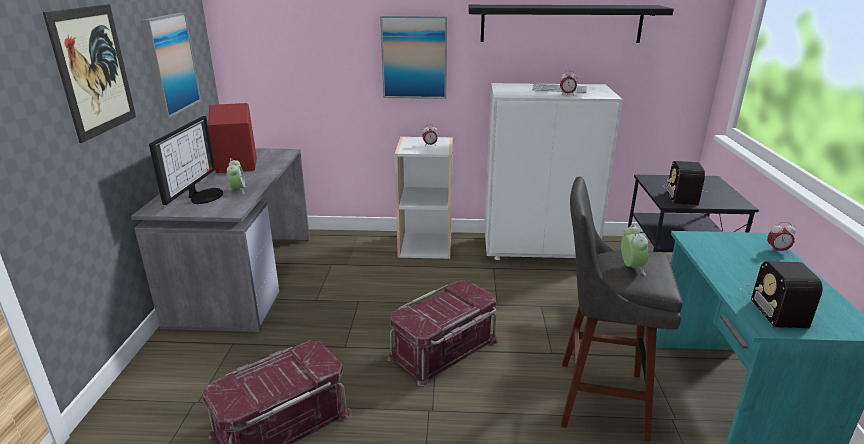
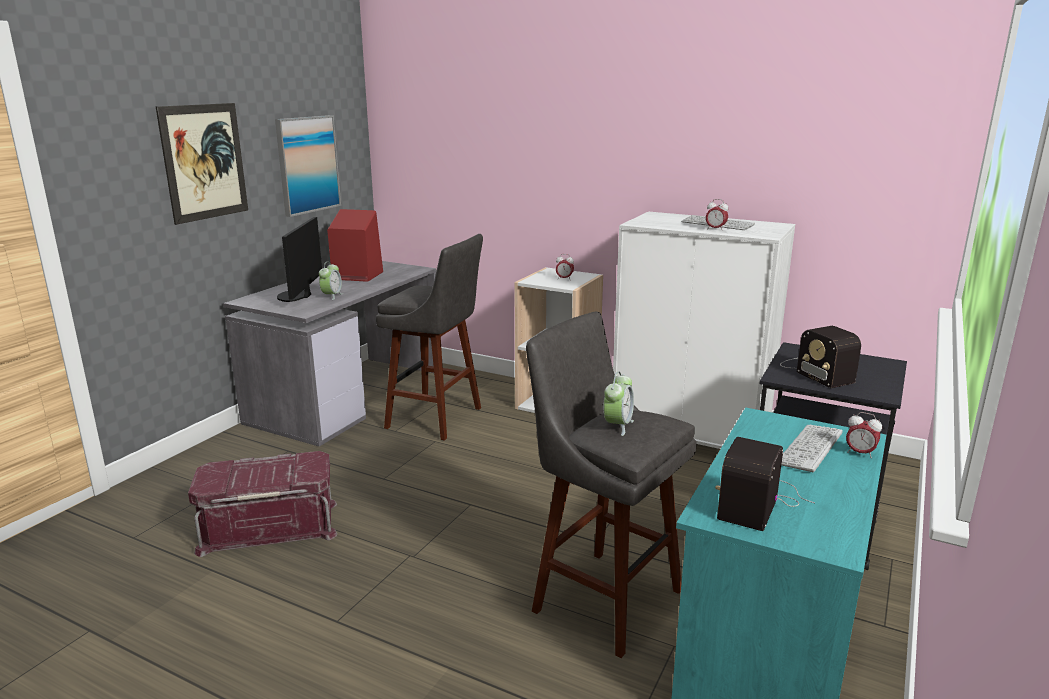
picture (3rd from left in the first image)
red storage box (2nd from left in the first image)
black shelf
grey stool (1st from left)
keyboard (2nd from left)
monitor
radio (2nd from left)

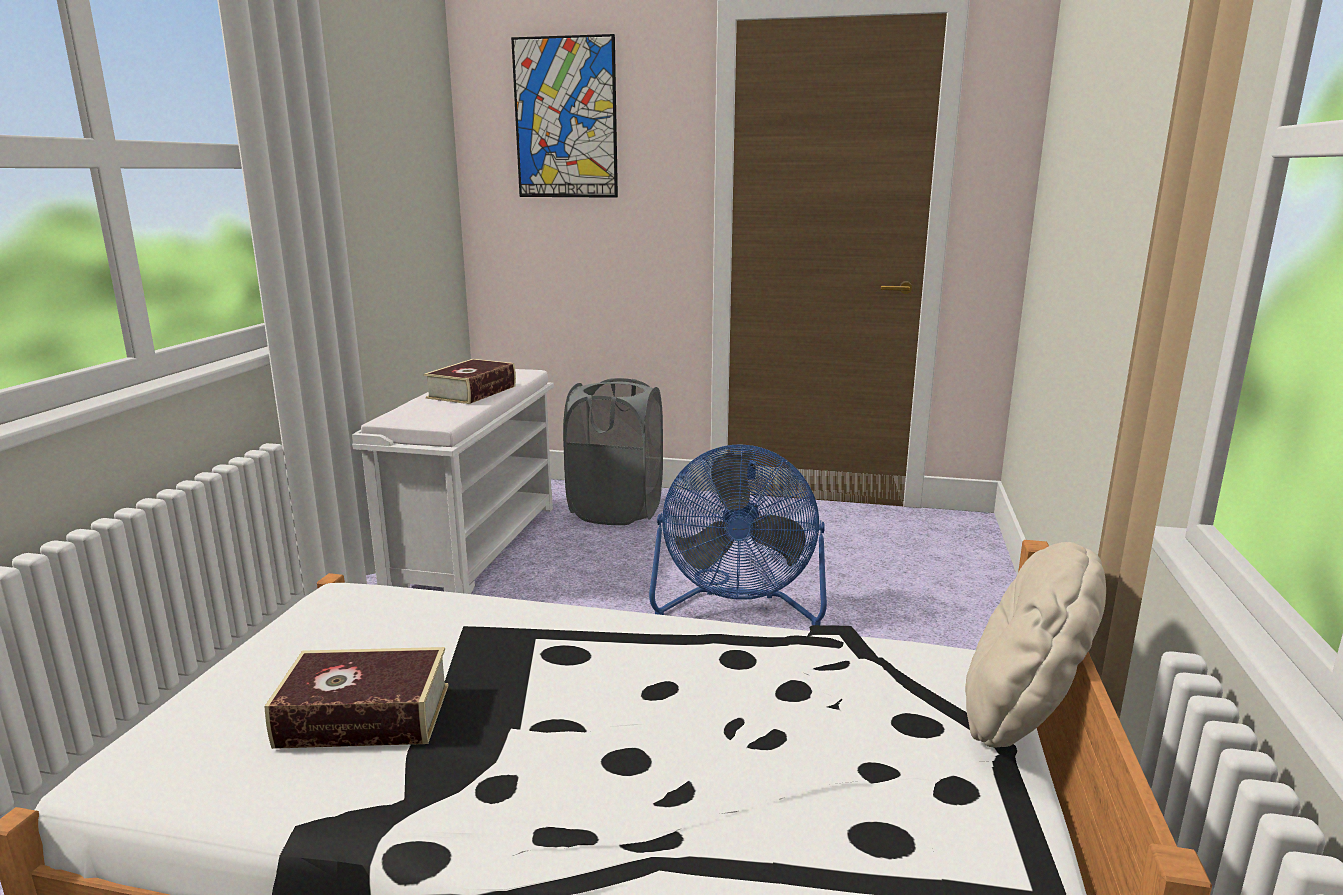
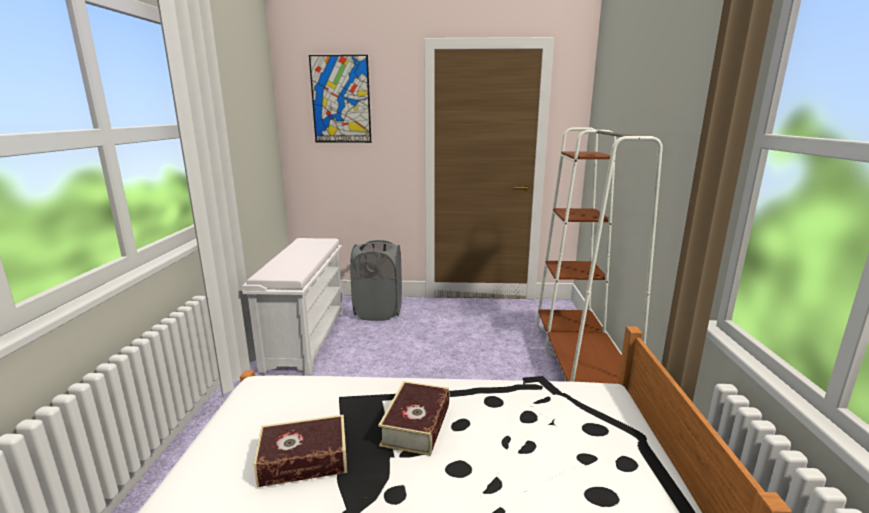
blue fan
beige pillow
brown clothes rack
book (2nd from left)

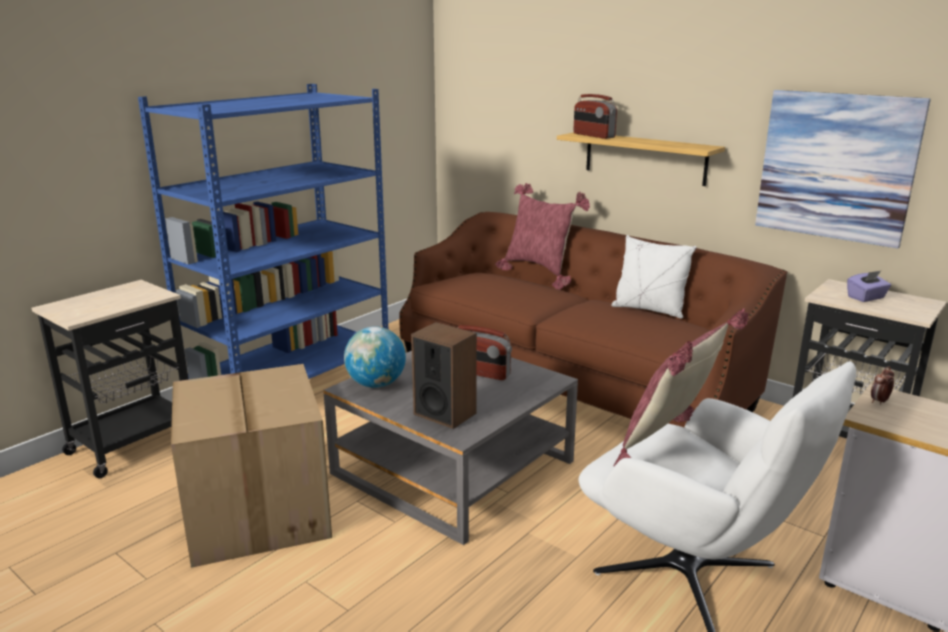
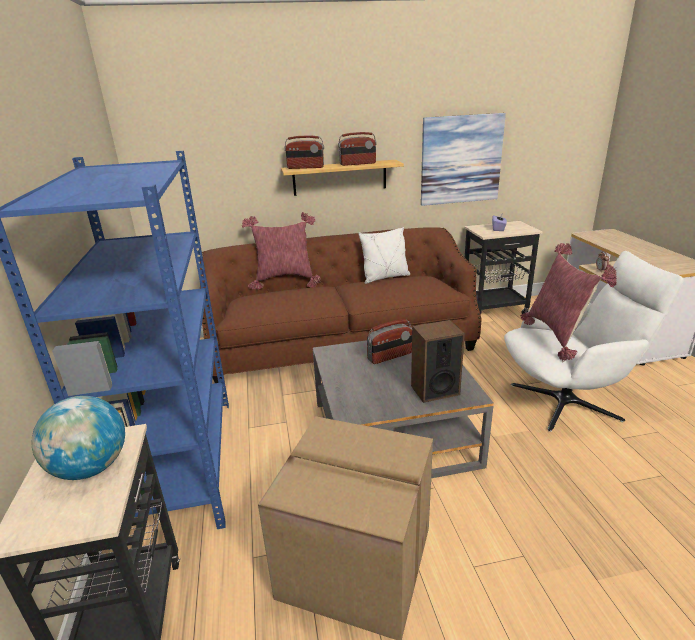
radio (2nd from left)
globe

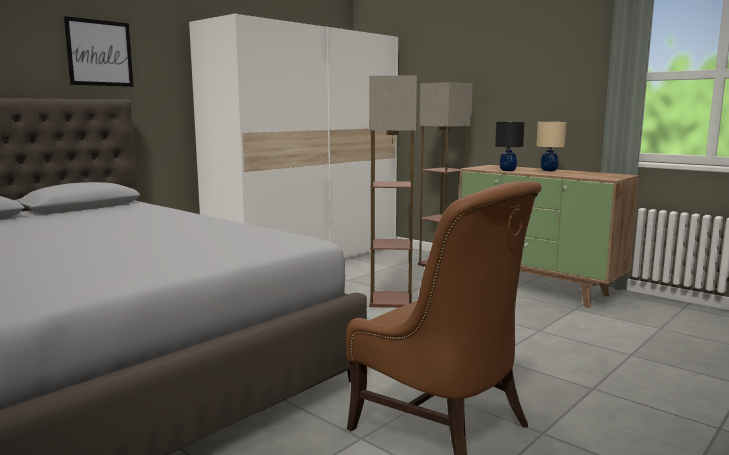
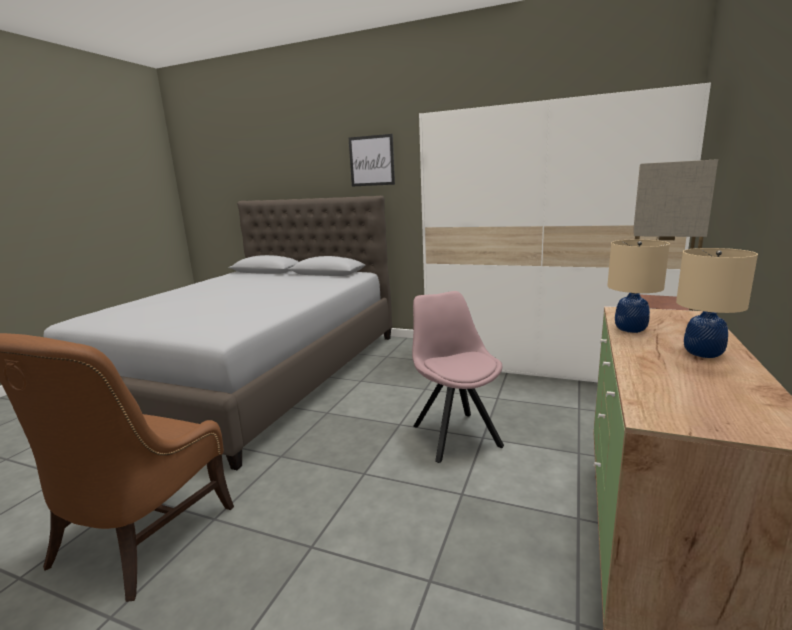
pink chair
beige table lamp (1st from left)

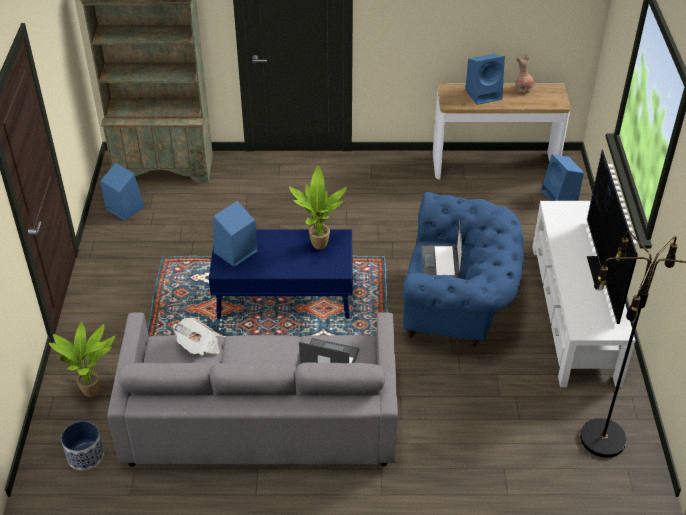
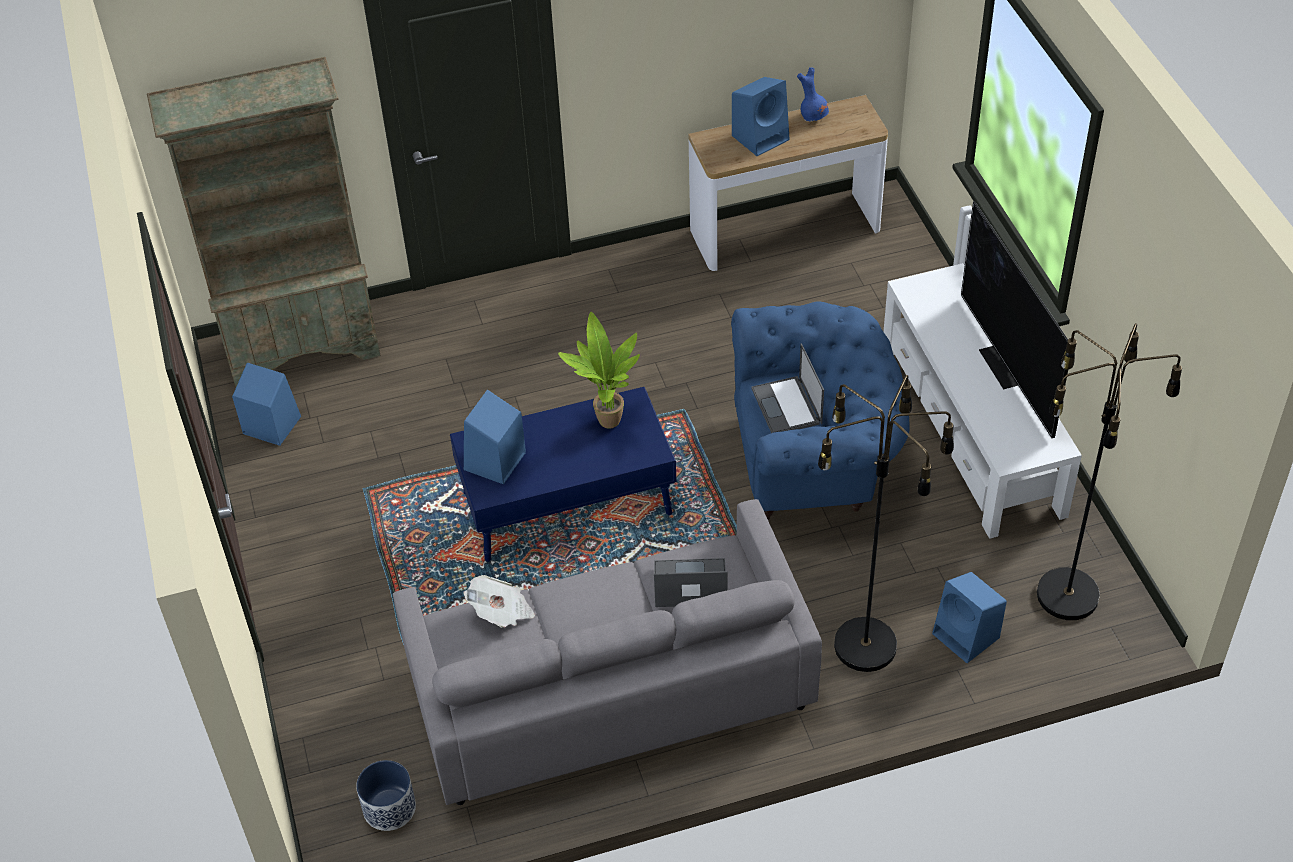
potted plant (1st from left in the first image)
floor lamp (1st from left)
blue speaker (4th from left)
blue vase

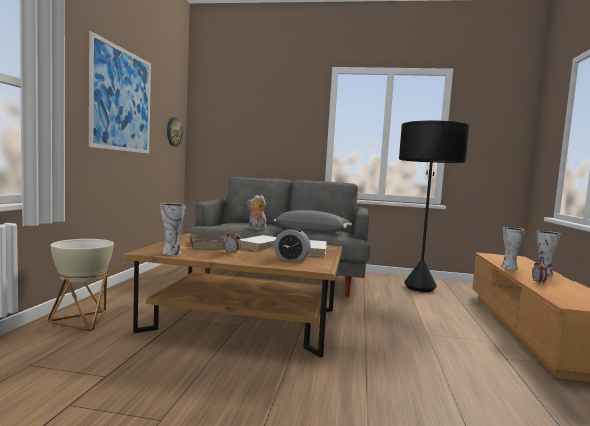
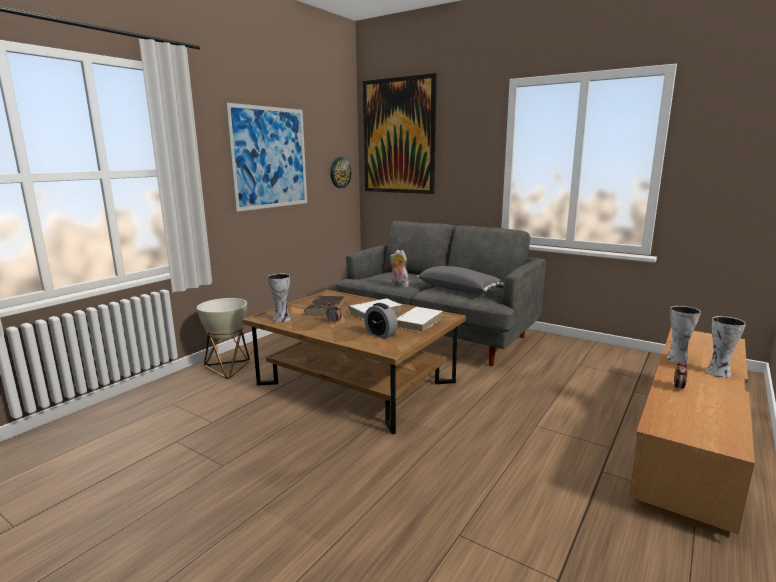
black floor lamp
picture (2nd from left)

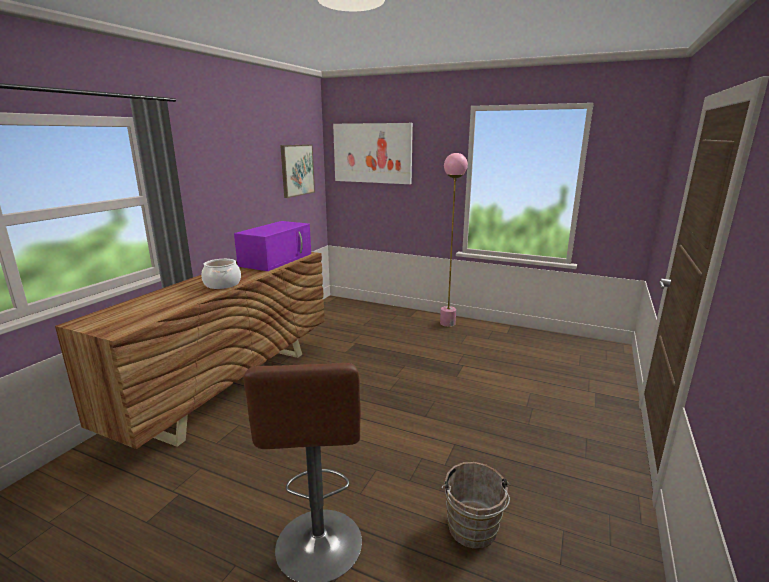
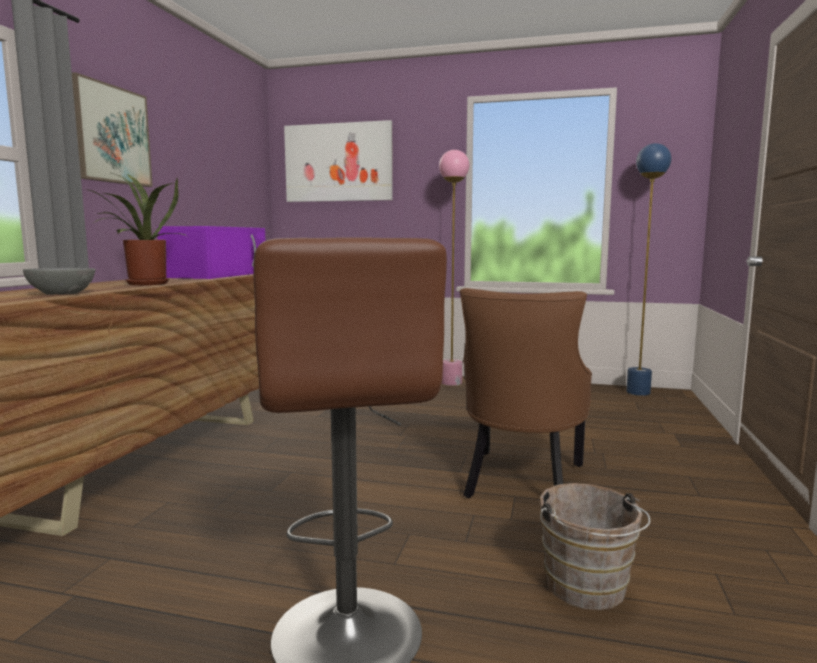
grey bowl
brown chair
blue floor lamp
picture (1st from left)
potted plant

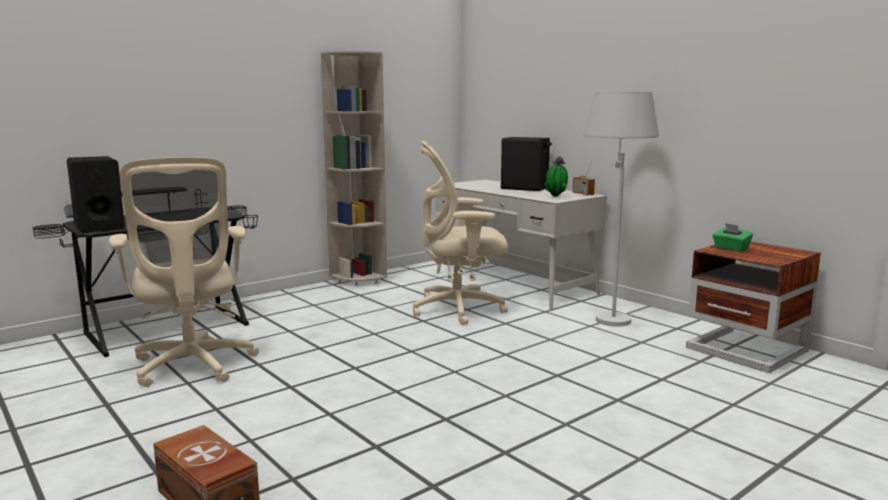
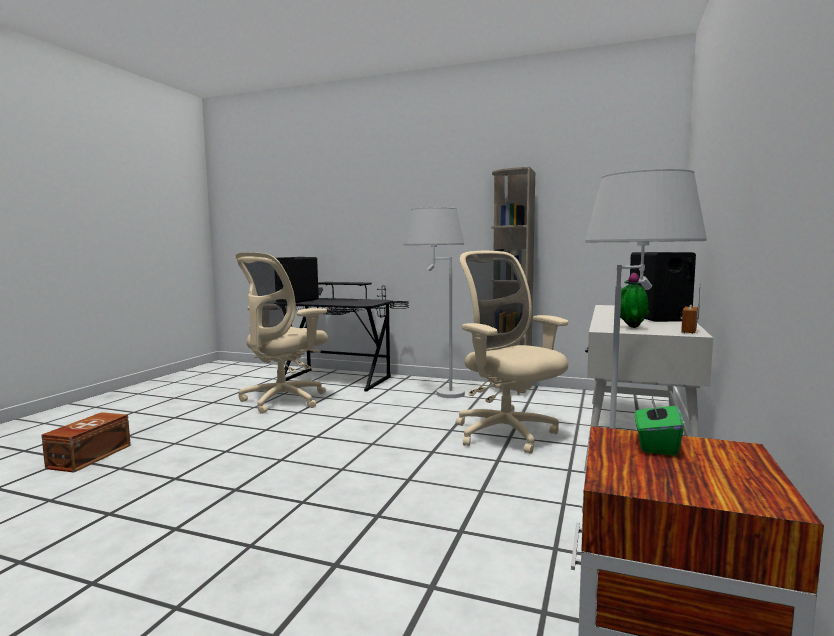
white floor lamp (1st from left)

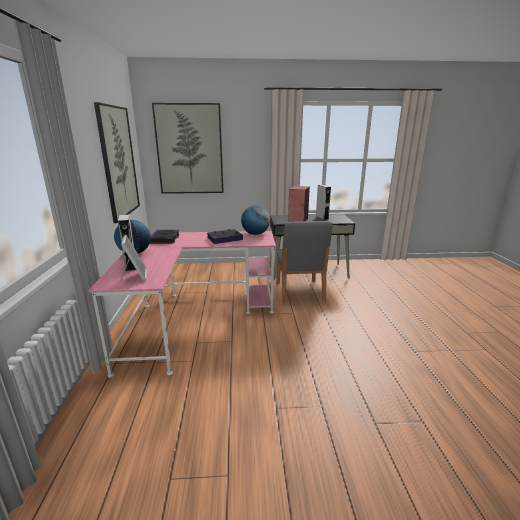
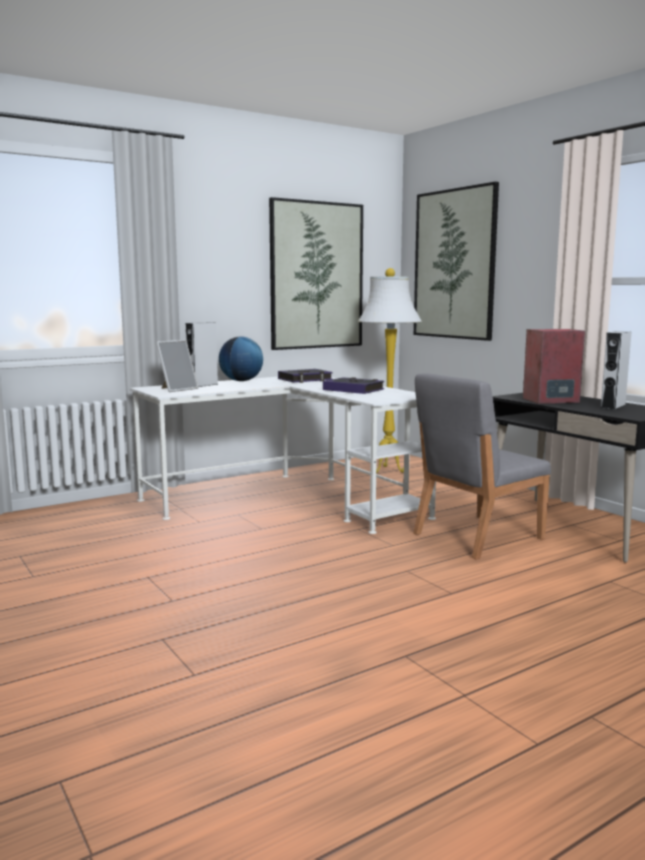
globe (2nd from left in the first image)
white floor lamp
white desk

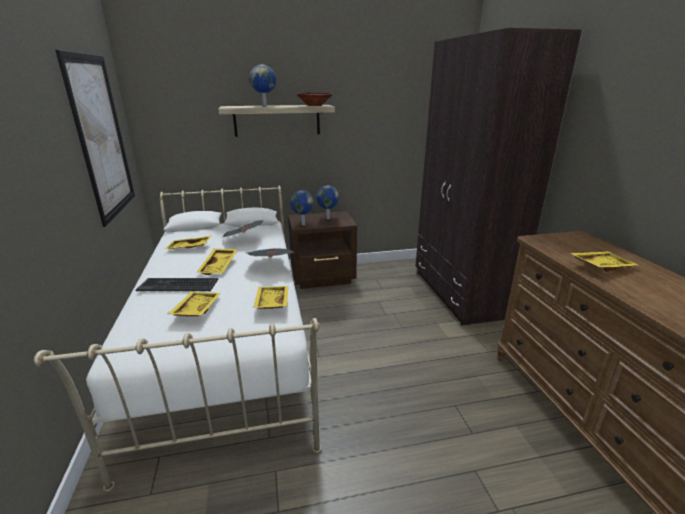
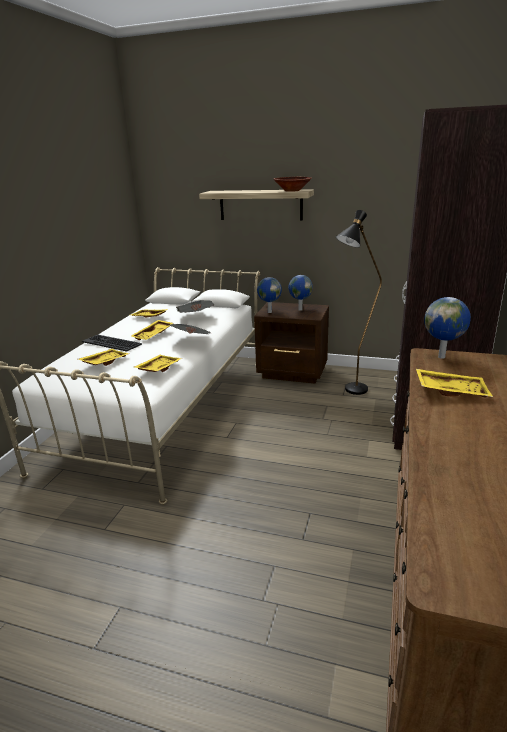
picture
black floor lamp
globe (3rd from left)

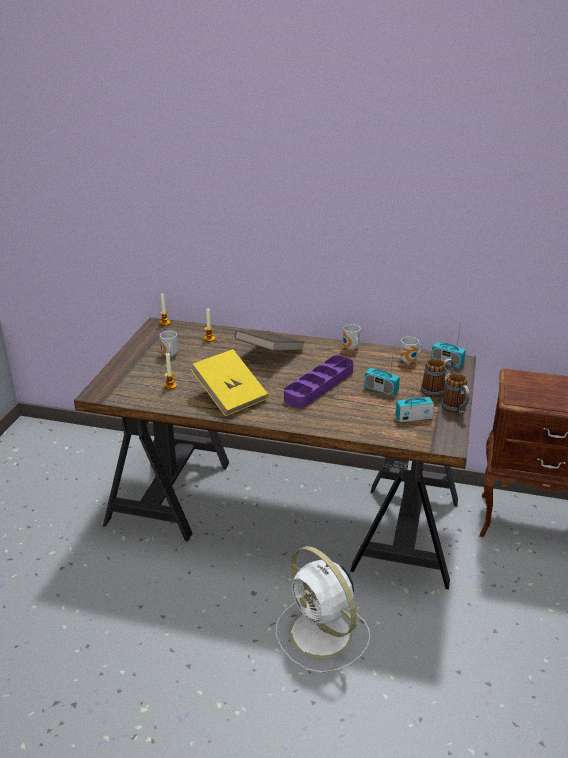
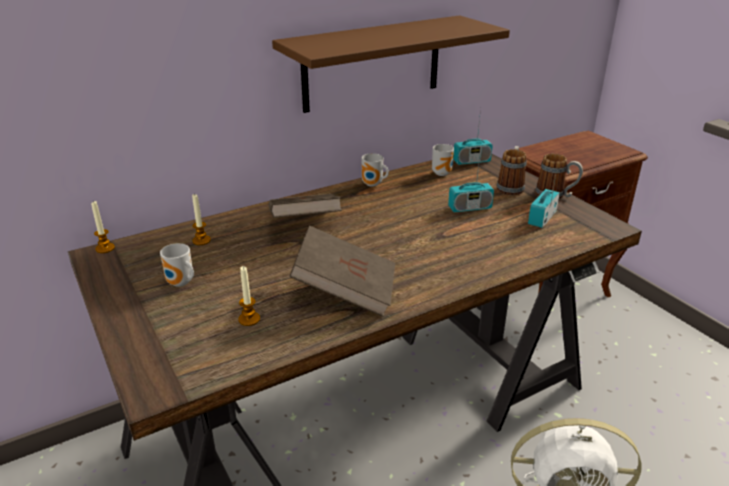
purple tray
brown shelf
brown book (2nd from left)

